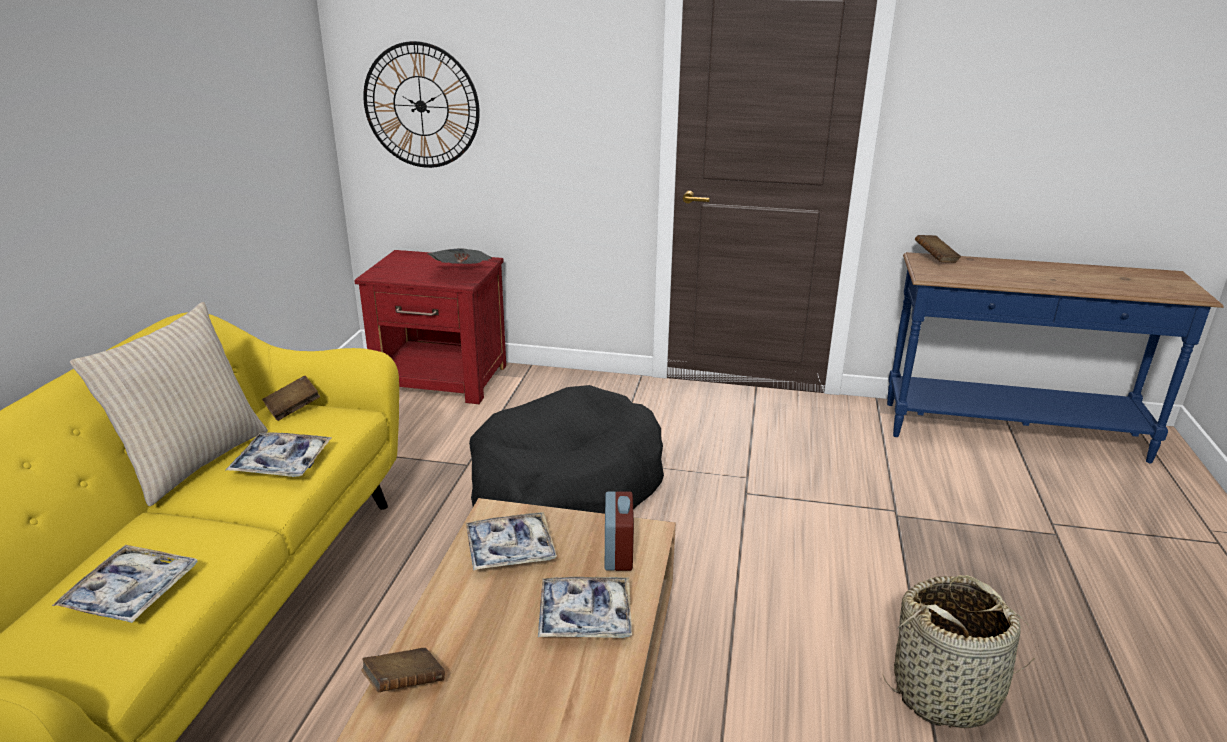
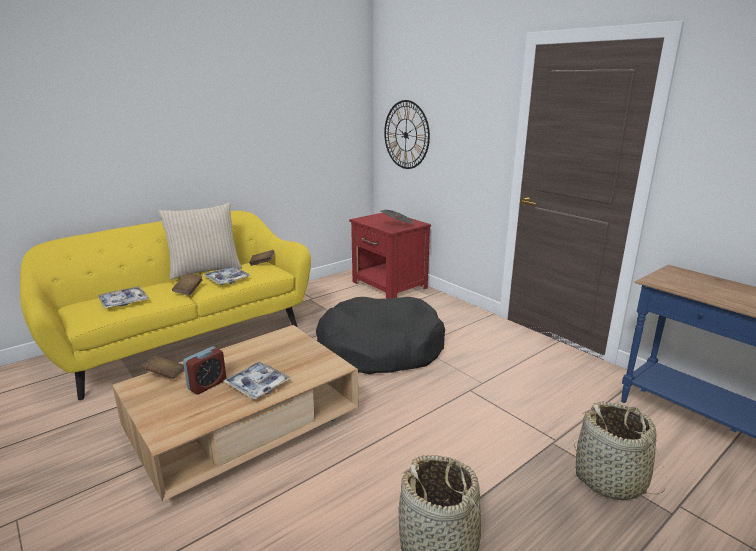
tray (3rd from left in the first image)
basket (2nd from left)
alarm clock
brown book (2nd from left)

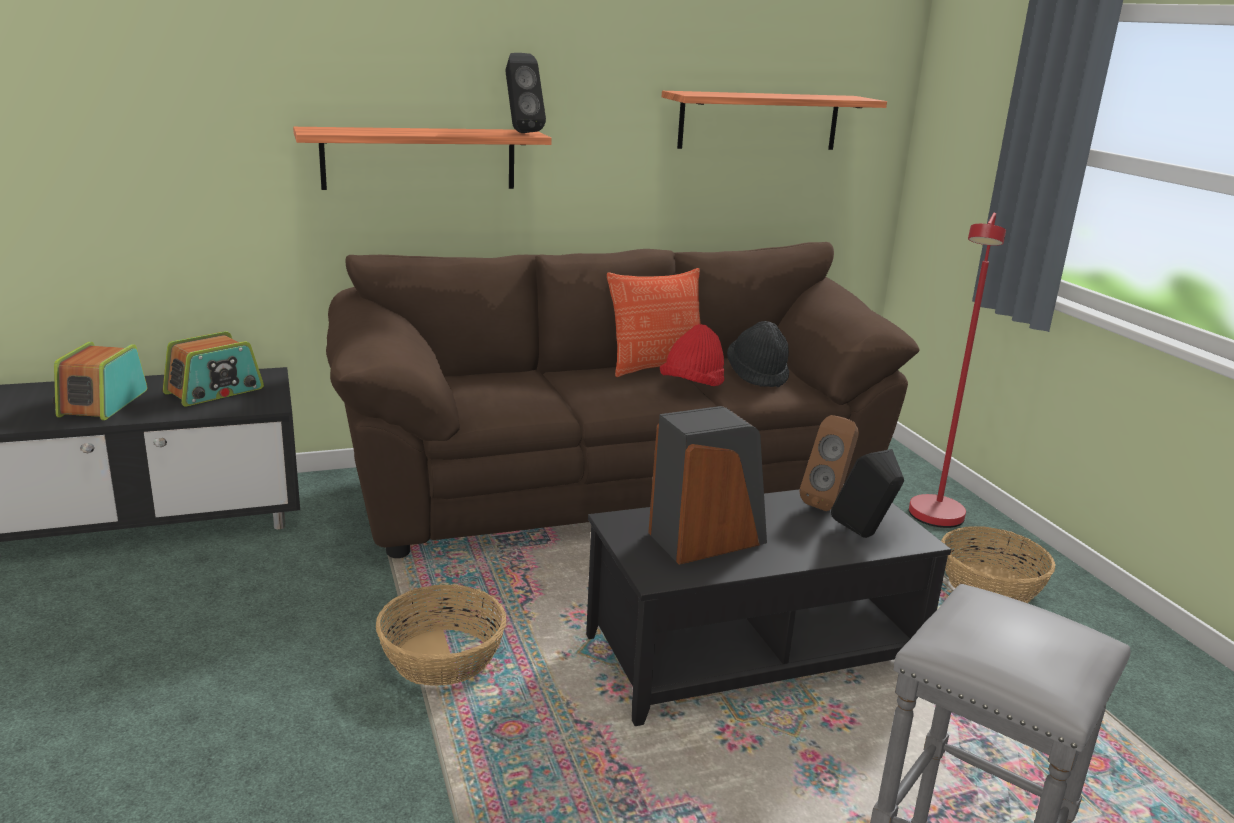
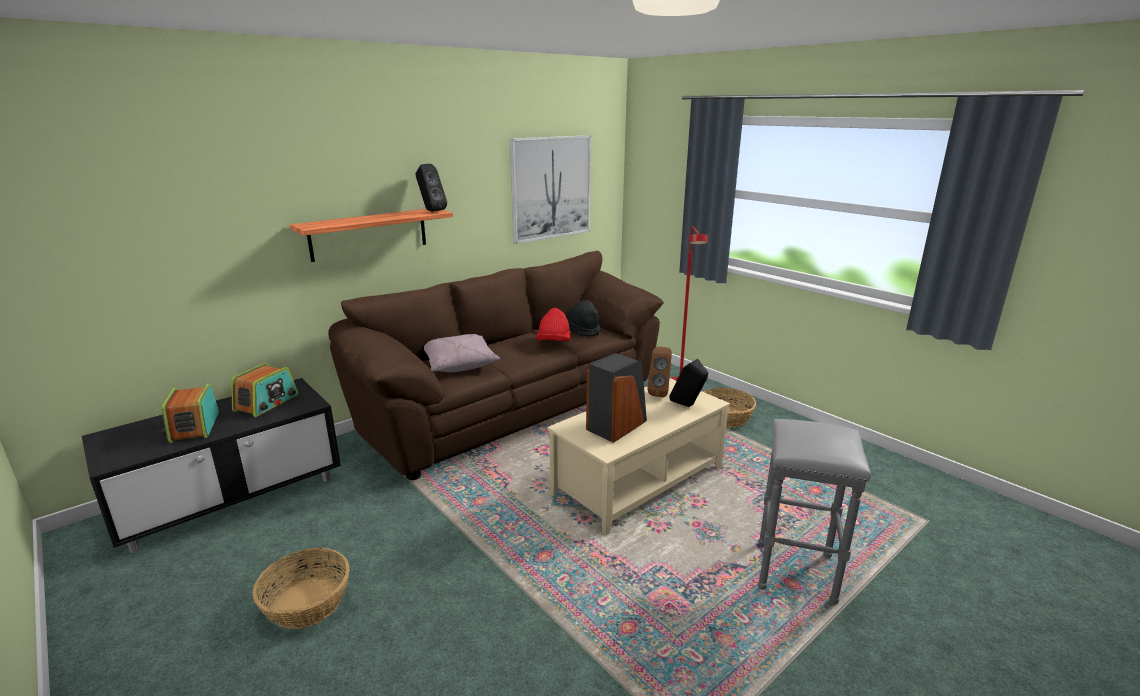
orange pillow
purple pillow
basket (1st from left)
picture
beige coffee table

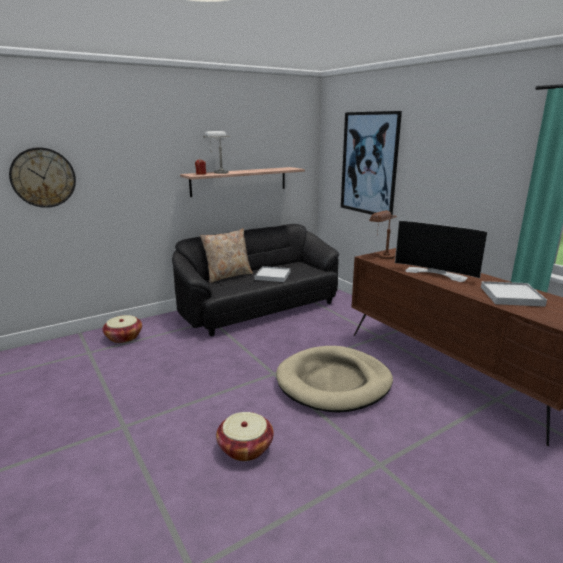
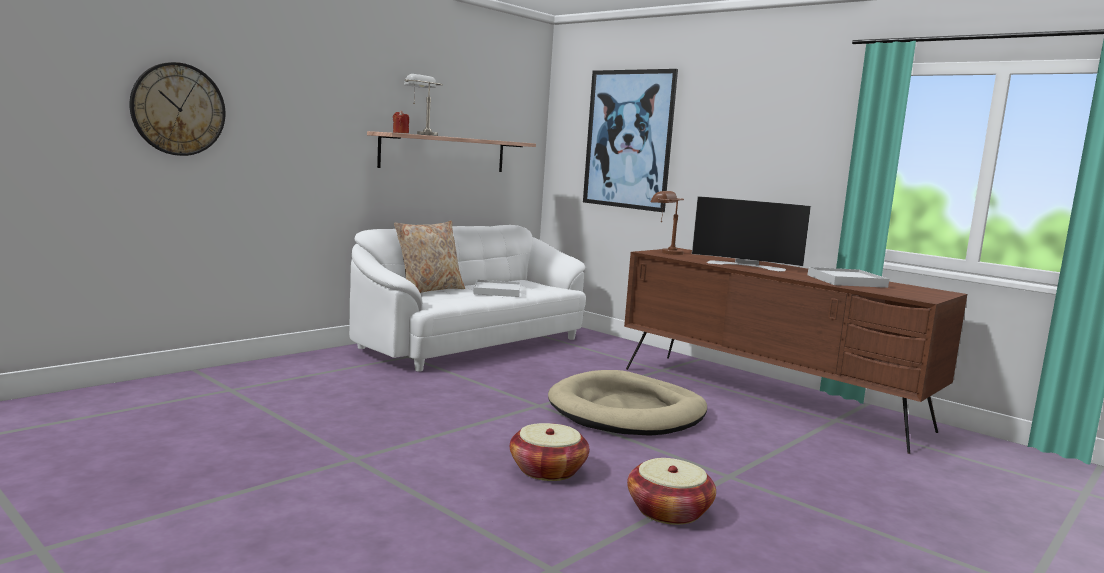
basket (2nd from left)
white sofa

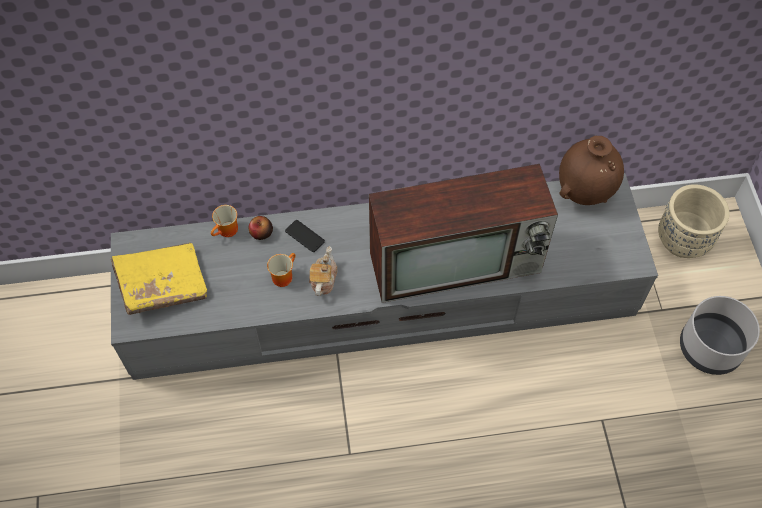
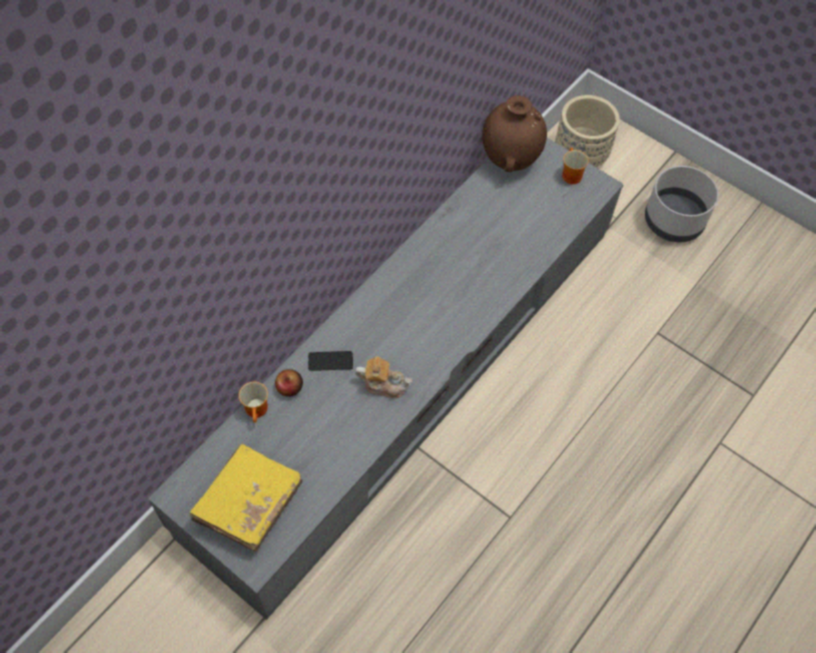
television
mug (2nd from left)
teapot

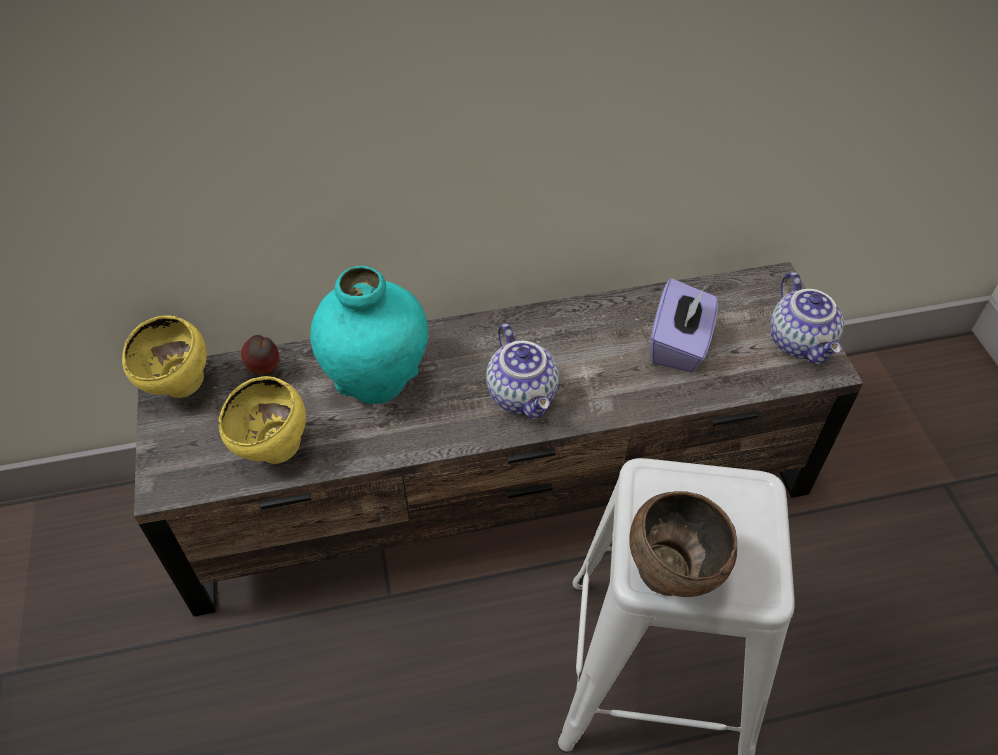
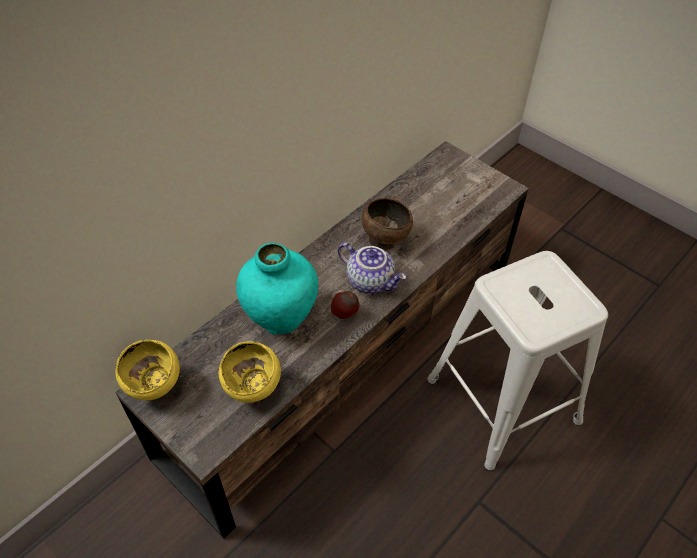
purple tissue box
teapot (2nd from left in the first image)
apple
brown bowl

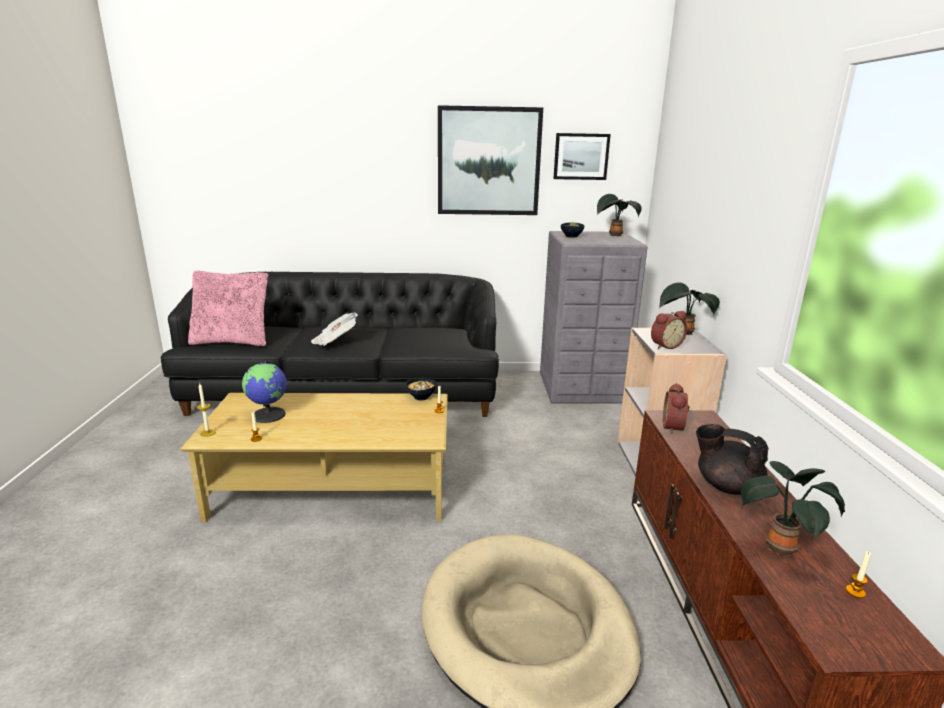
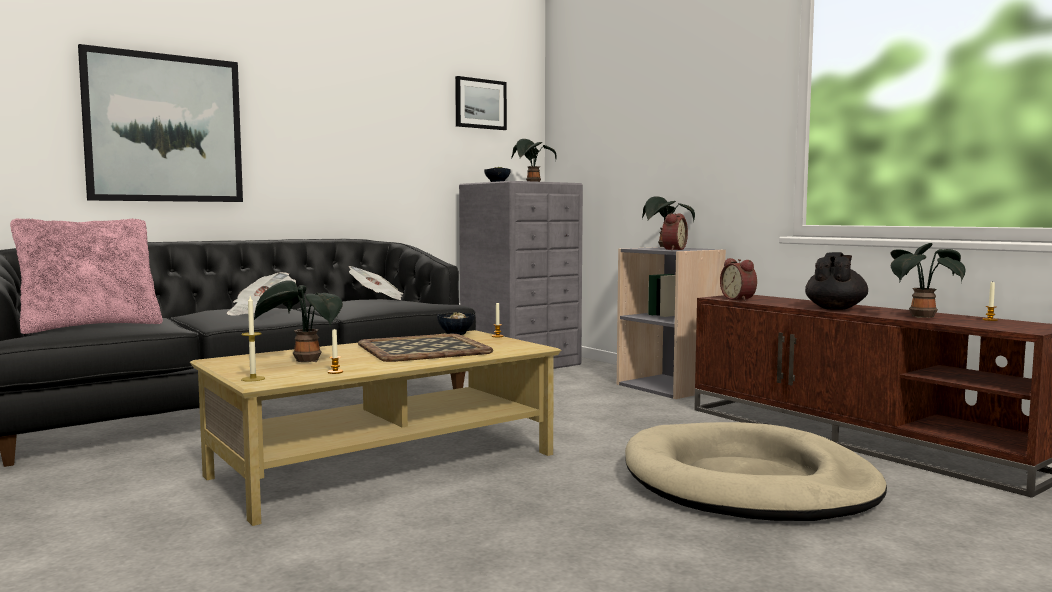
newspaper (2nd from left)
tray
picture (1st from left)
potted plant (1st from left)
black teapot

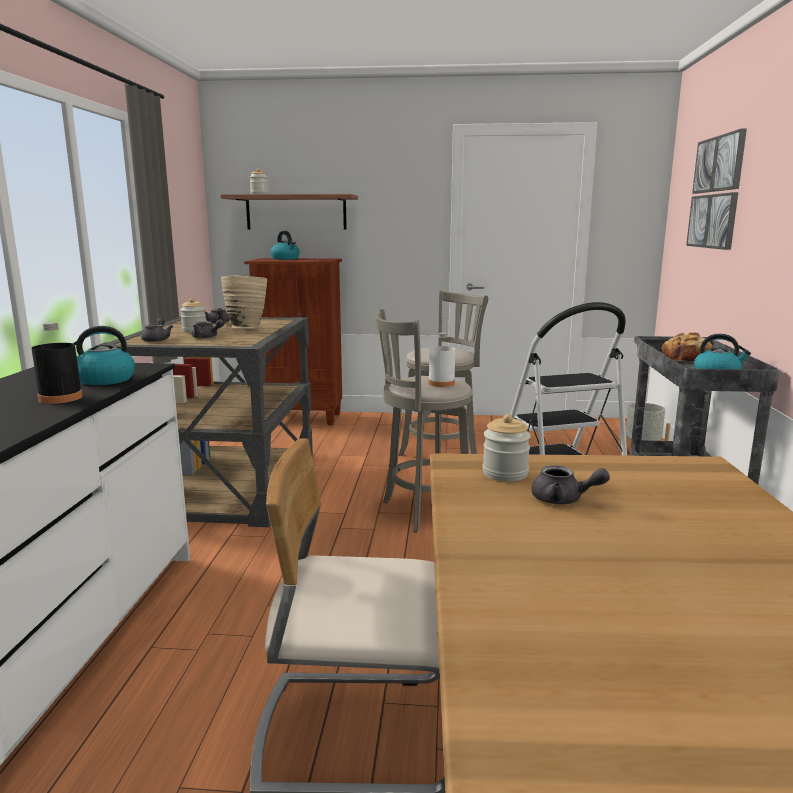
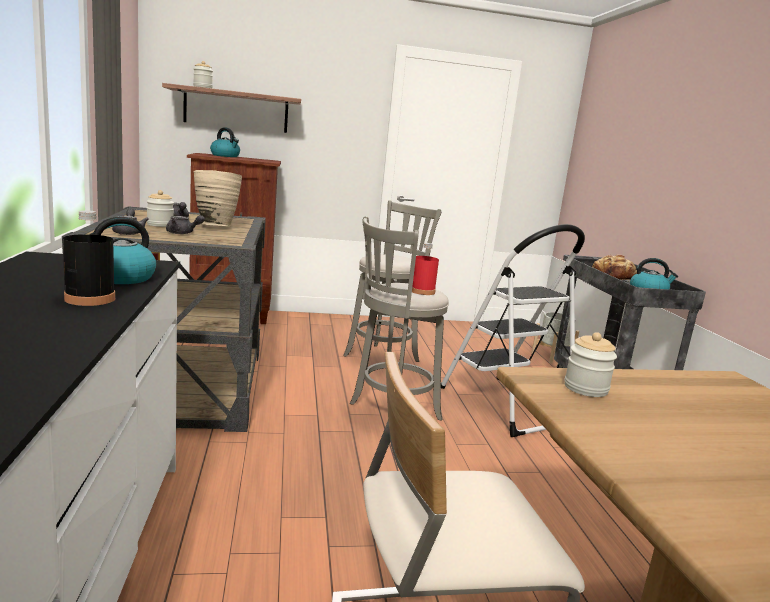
grey teapot (4th from left in the first image)
picture
red bottle

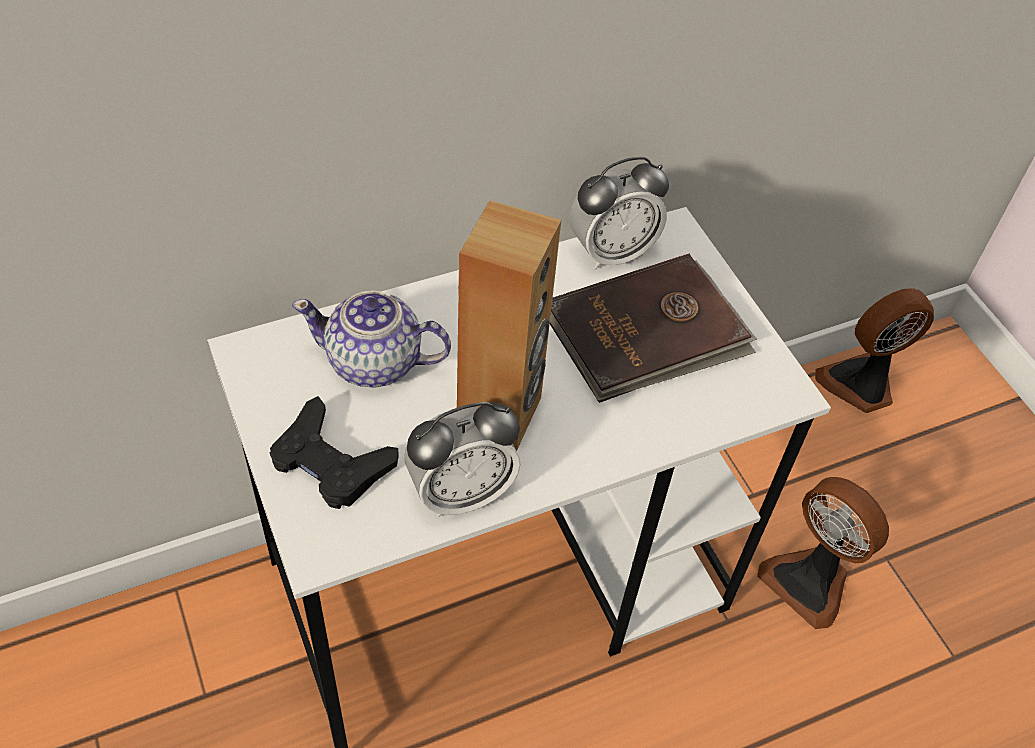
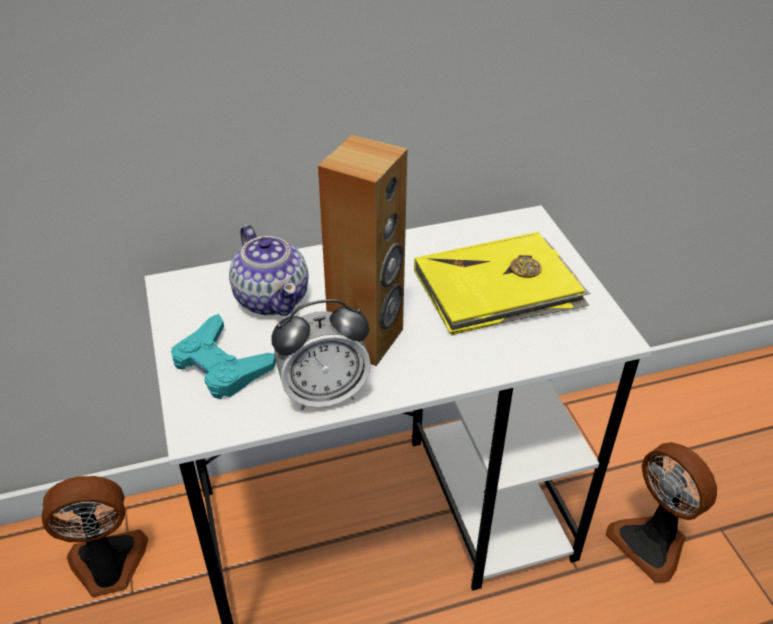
alarm clock (2nd from left in the first image)
fan (1st from left)
turquoise game controller
yellow book
teapot

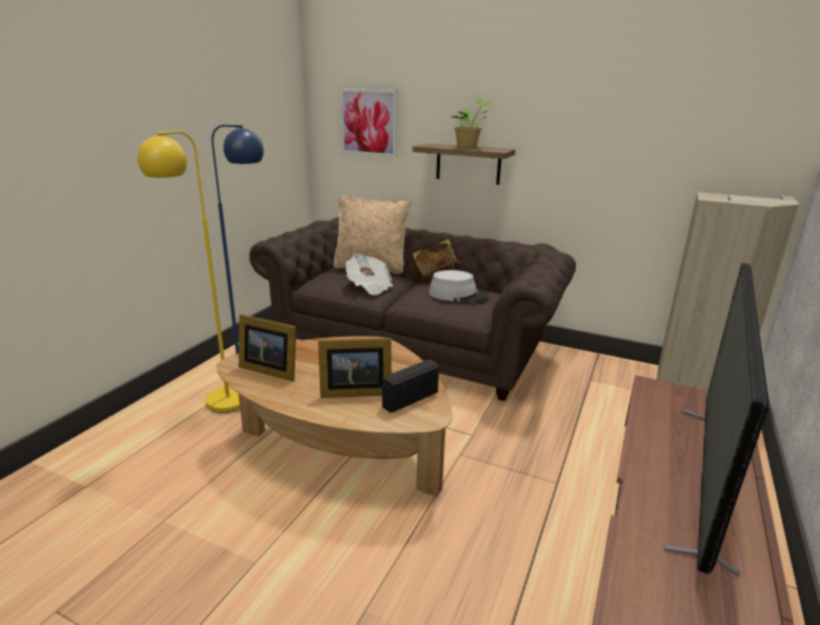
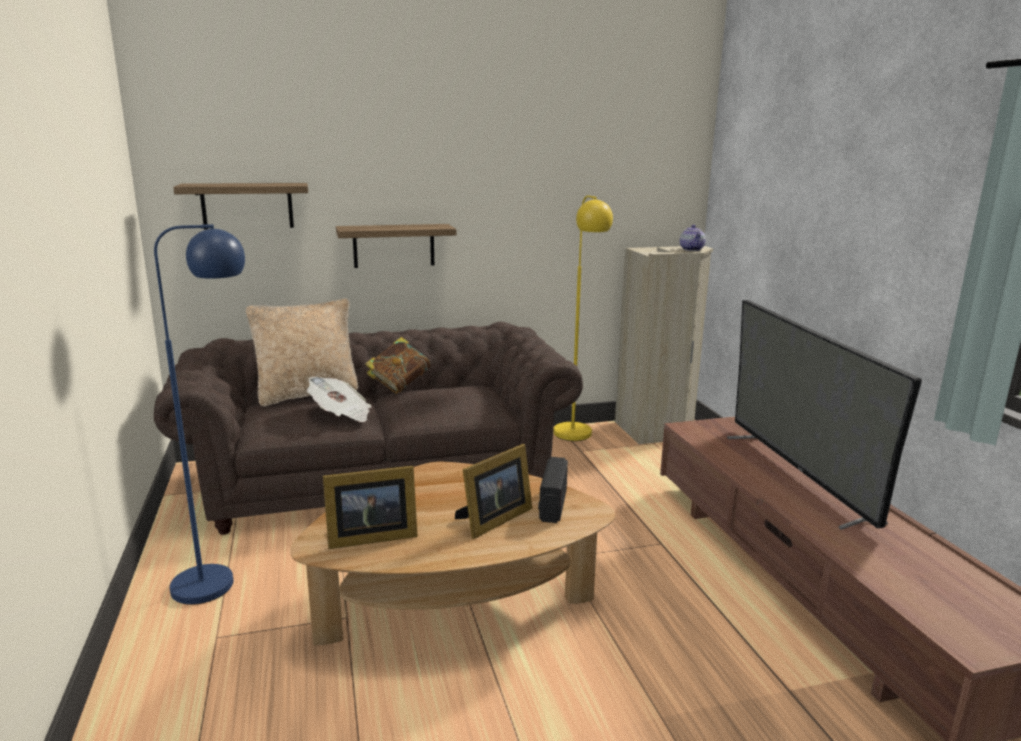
grey hat
potted plant
teapot
yellow floor lamp
shelf (1st from left)

